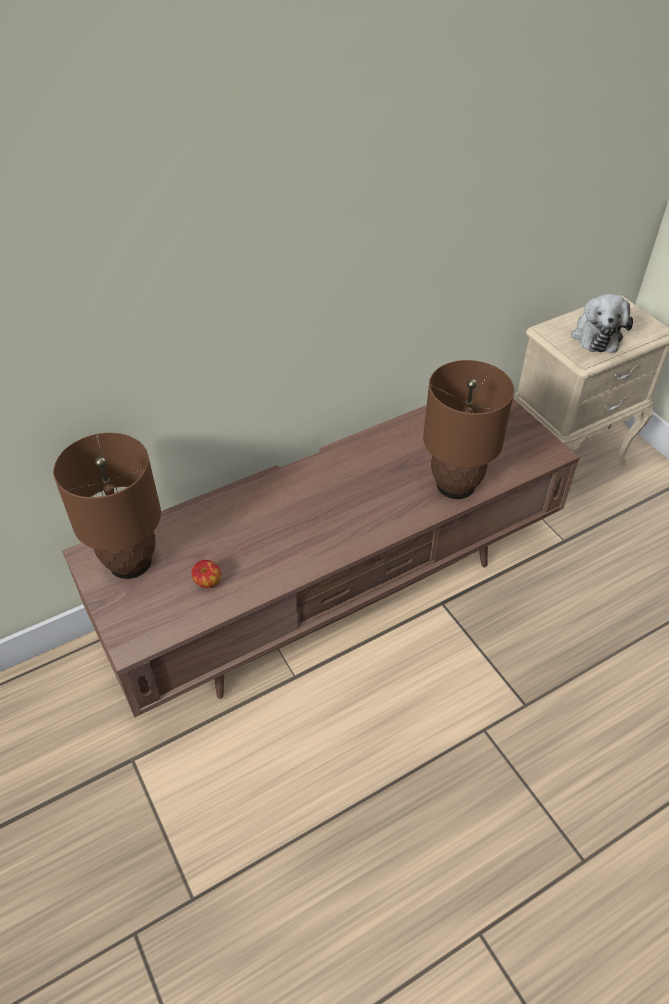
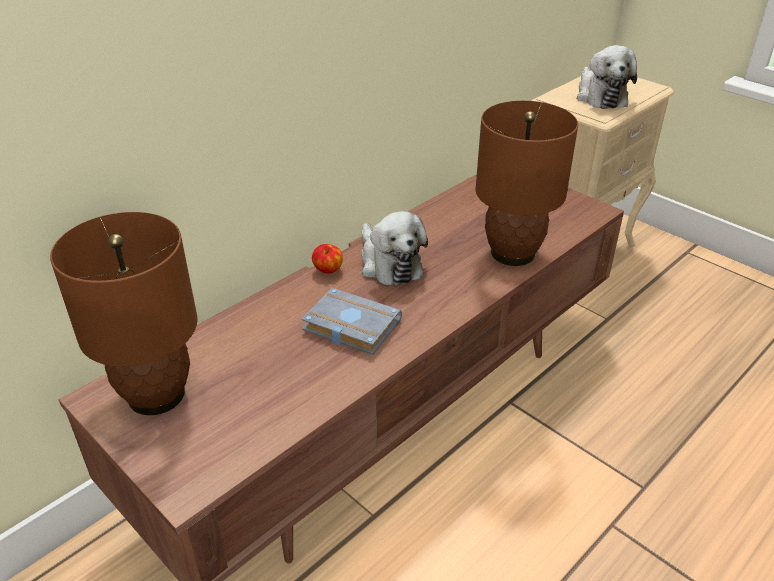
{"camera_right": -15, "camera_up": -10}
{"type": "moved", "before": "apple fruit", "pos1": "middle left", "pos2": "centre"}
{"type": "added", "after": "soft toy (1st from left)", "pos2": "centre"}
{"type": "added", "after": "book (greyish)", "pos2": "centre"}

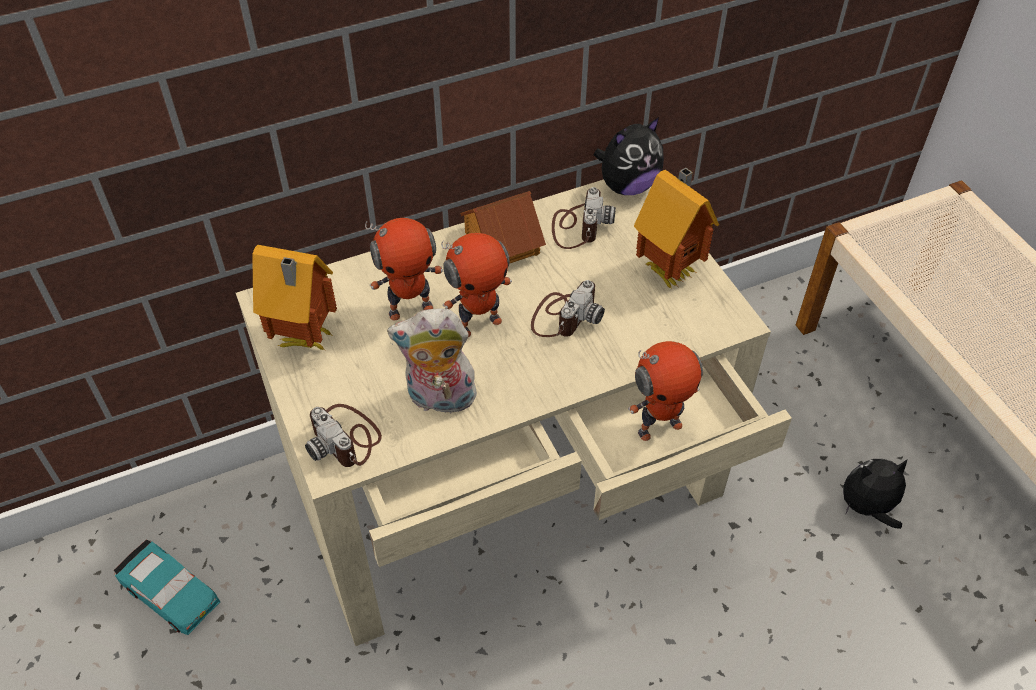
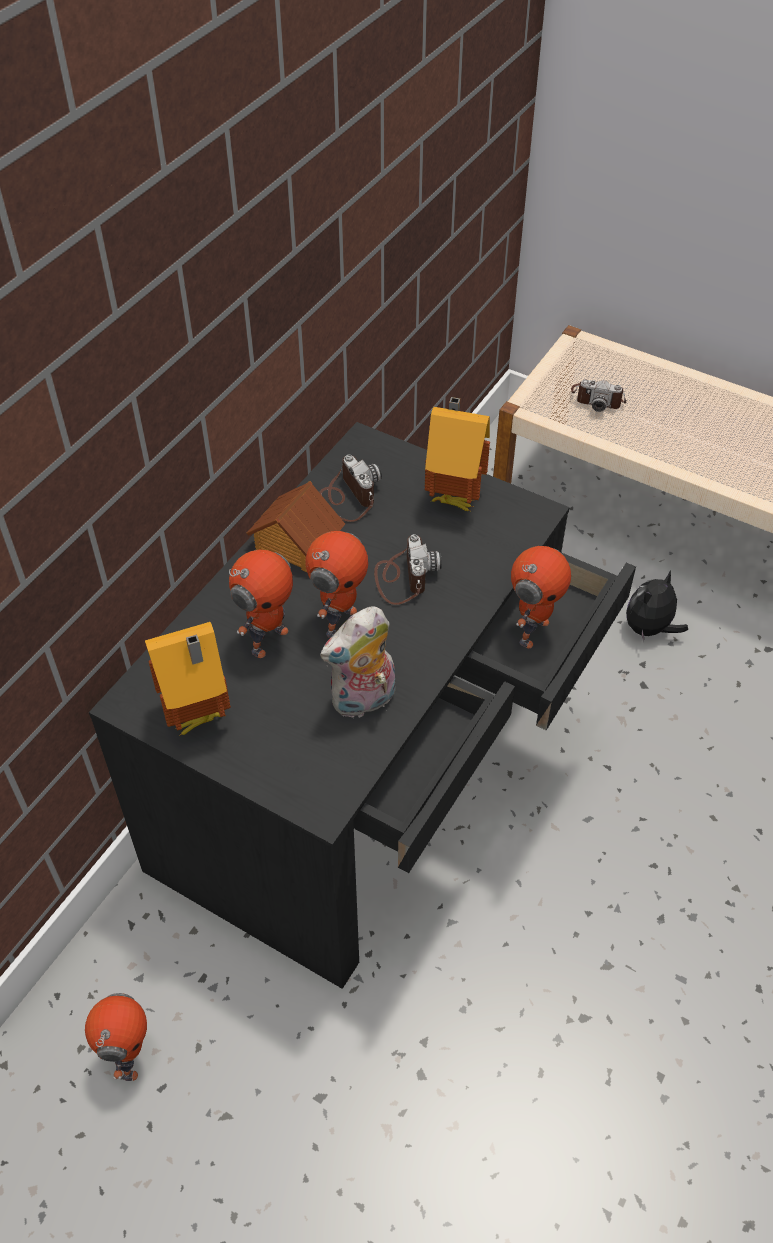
{"camera_right": -35, "camera_up": 0}
{"type": "removed", "before": "soft toy (2nd from left)", "pos1": "top centre"}
{"type": "recoloured", "before": "desk (beige-coloured)", "after": "desk (black)", "pos1": "centre", "pos2": "centre"}
{"type": "moved", "before": "photo camera (1st from left in the first image)", "after": "photo camera (3rd from left)", "pos1": "middle left", "pos2": "top right"}
{"type": "replaced", "before": "miniature car (turquoise)", "after": "robot figure (1st from left)", "pos1": "bottom left", "pos2": "bottom left"}

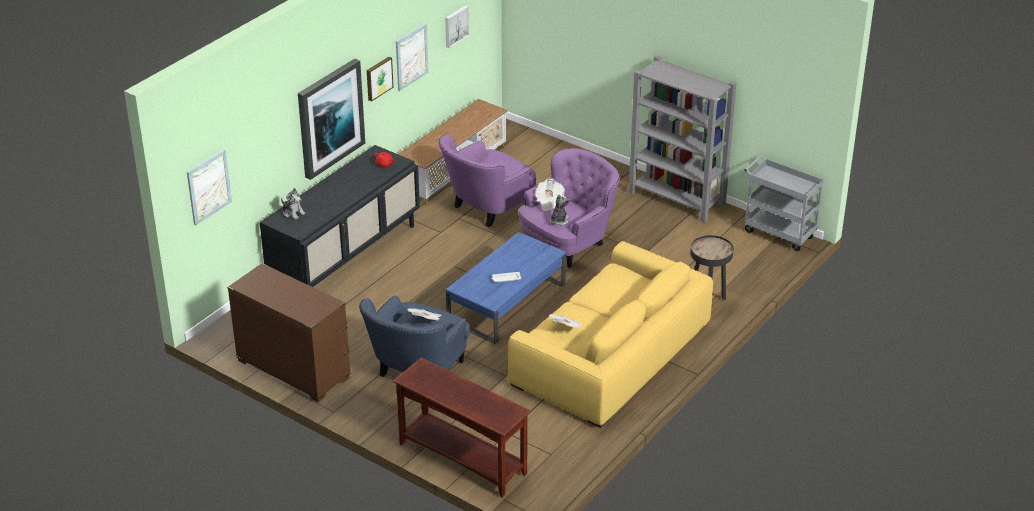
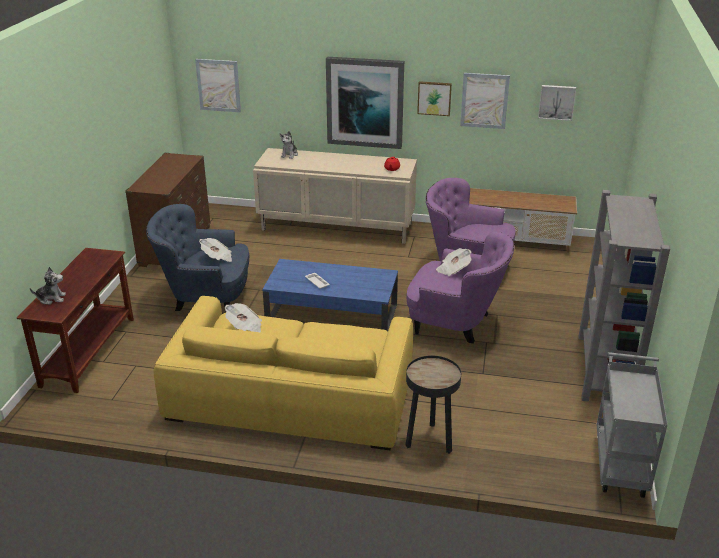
{"camera_right": 65, "camera_up": -5}
{"type": "recoloured", "before": "storage cabinet (black)", "after": "storage cabinet (beige-coloured)", "pos1": "middle left", "pos2": "centre"}
{"type": "moved", "before": "soft toy (2nd from left in the first image)", "after": "soft toy (1st from left)", "pos1": "centre", "pos2": "middle left"}

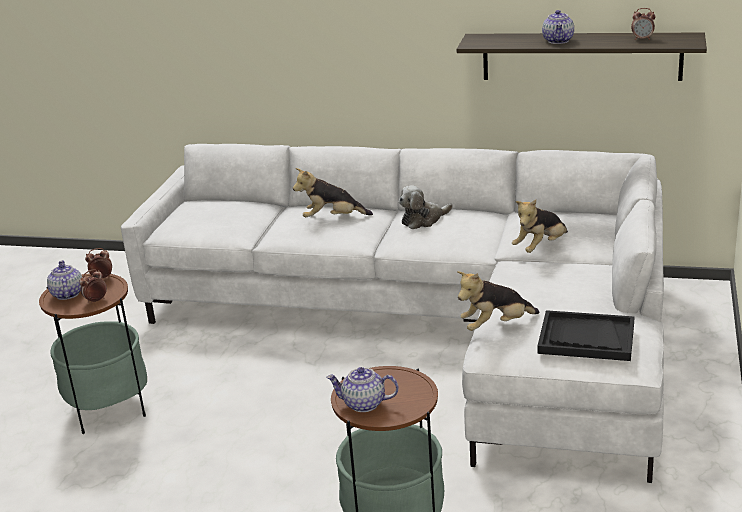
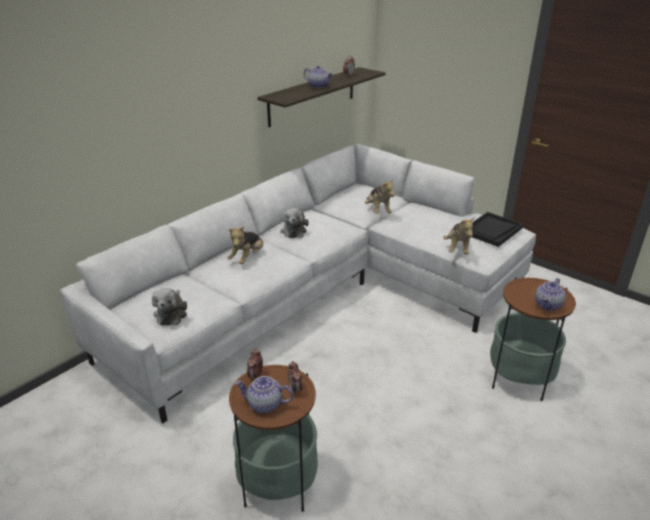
{"camera_right": -65, "camera_up": 5}
{"type": "added", "after": "soft toy (1st from left)", "pos2": "middle left"}

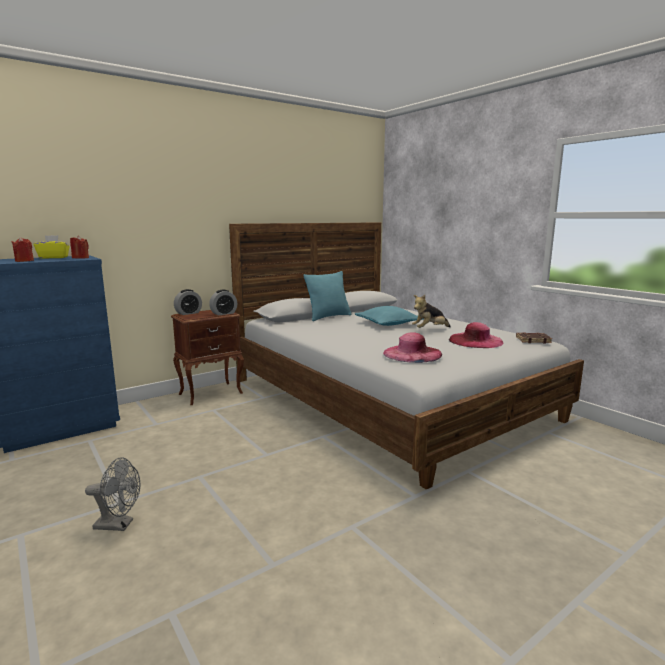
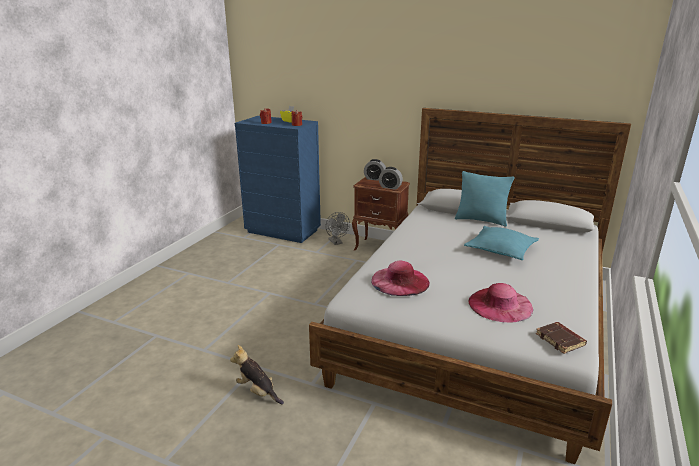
{"camera_right": 60, "camera_up": 10}
{"type": "moved", "before": "soft toy", "pos1": "centre", "pos2": "bottom centre"}
{"type": "moved", "before": "cooling fan (greyish)", "pos1": "bottom left", "pos2": "centre"}

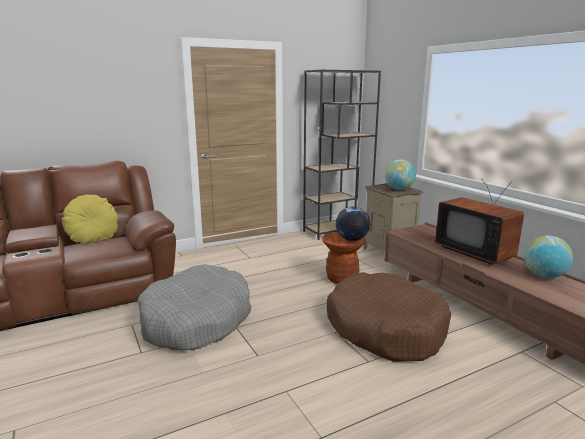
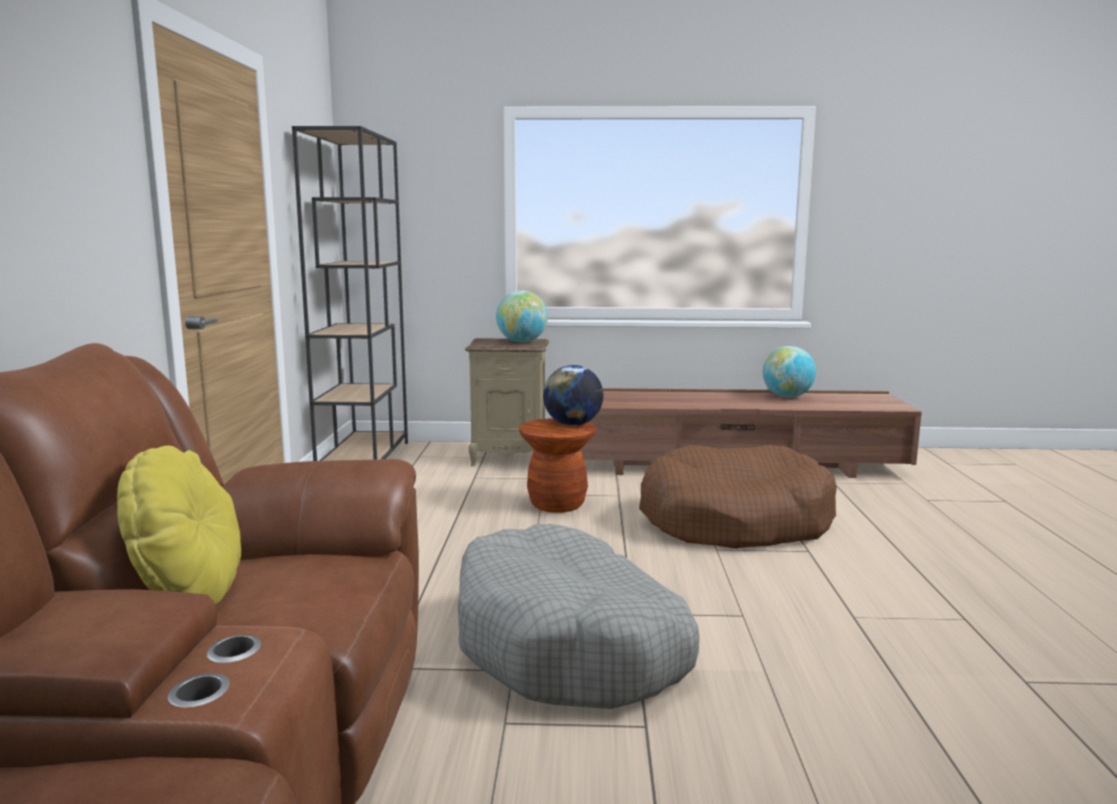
{"camera_right": -60, "camera_up": -5}
{"type": "removed", "before": "television", "pos1": "middle right"}

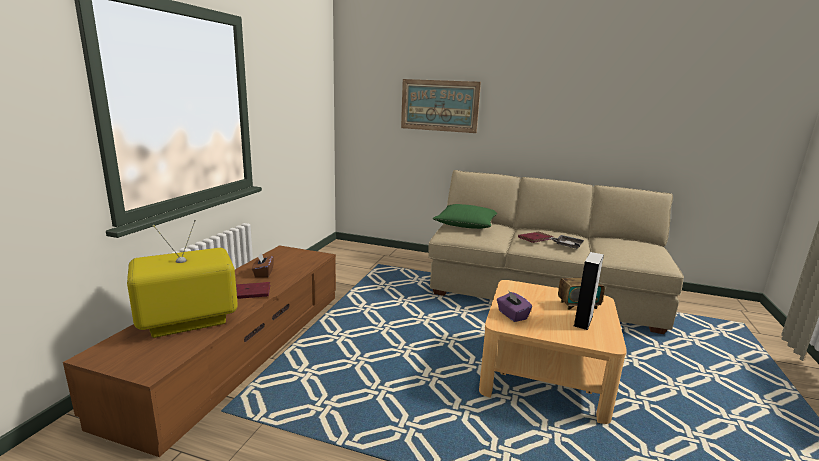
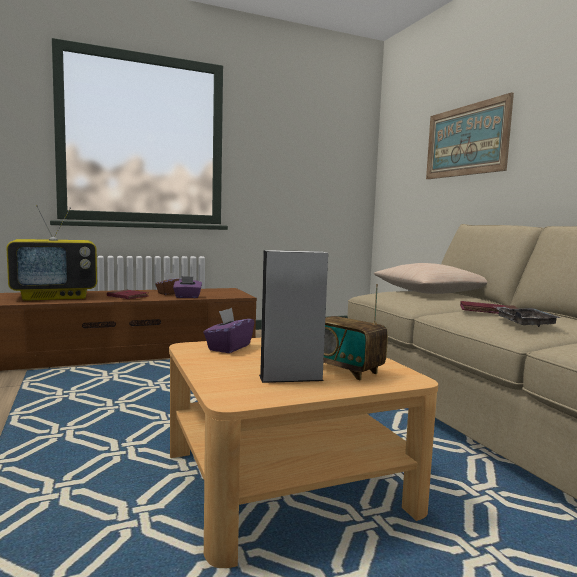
{"camera_right": 50, "camera_up": -10}
{"type": "recoloured", "before": "cushion (green)", "after": "cushion (beige-coloured)", "pos1": "centre", "pos2": "middle right"}
{"type": "turned", "before": "television", "pos1": "middle left", "pos2": "middle left", "turn": 135}
{"type": "added", "after": "box of tissues (purplish) (1st from left)", "pos2": "middle left"}

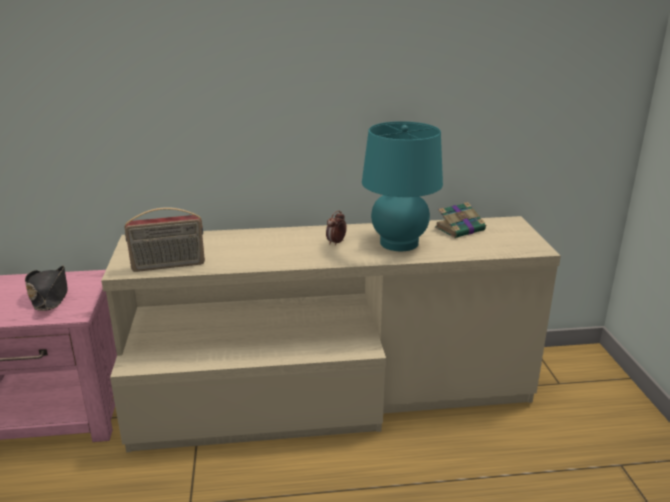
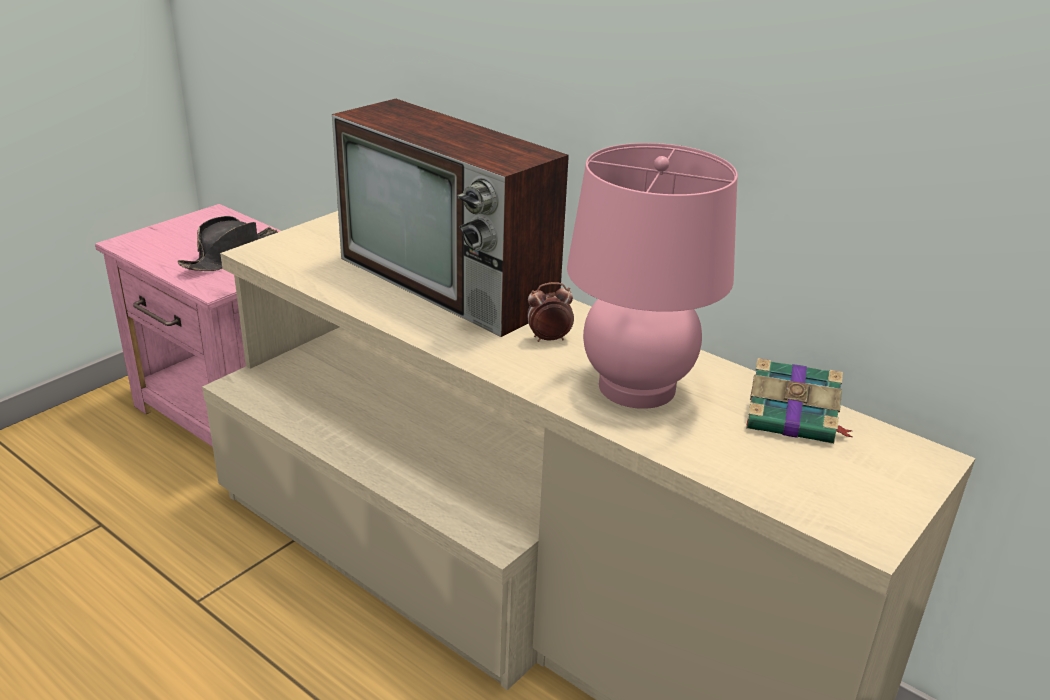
{"camera_right": 45, "camera_up": 5}
{"type": "recoloured", "before": "table lamp (turquoise)", "after": "table lamp (pink-coloured)", "pos1": "centre", "pos2": "centre"}
{"type": "removed", "before": "radio receiver", "pos1": "middle left"}
{"type": "added", "after": "television", "pos2": "top centre"}

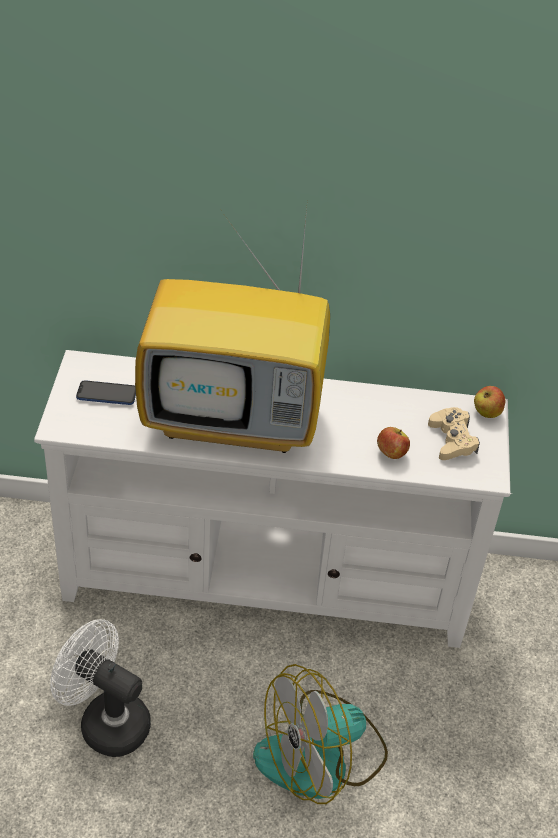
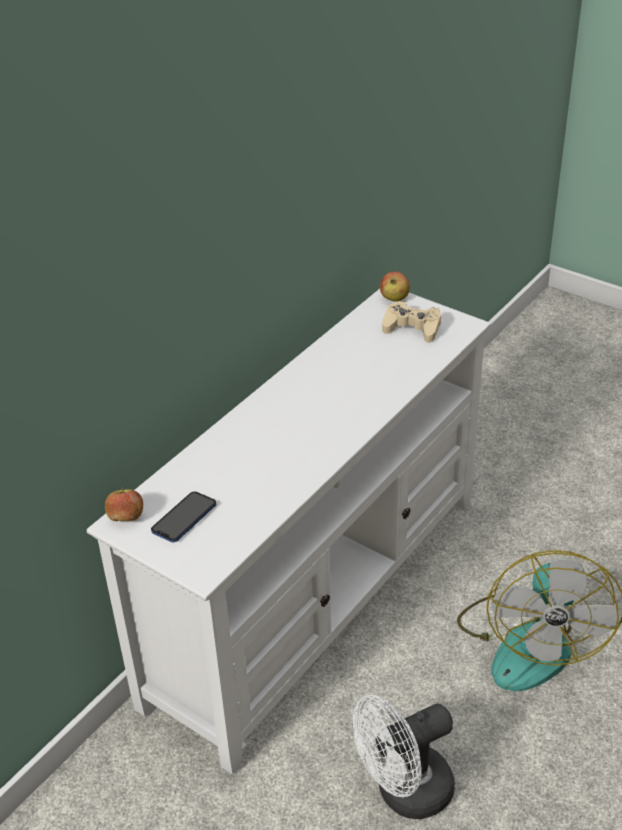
{"camera_right": -55, "camera_up": -5}
{"type": "removed", "before": "television", "pos1": "centre"}
{"type": "moved", "before": "apple fruit (1st from left)", "pos1": "middle right", "pos2": "middle left"}

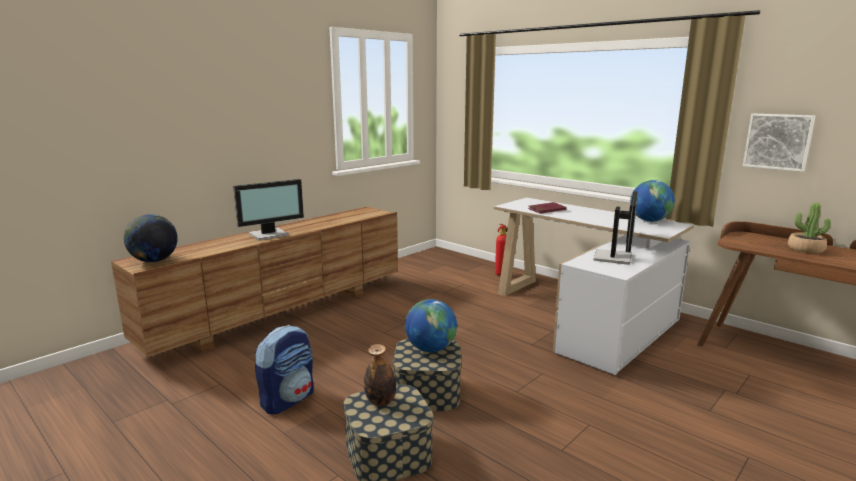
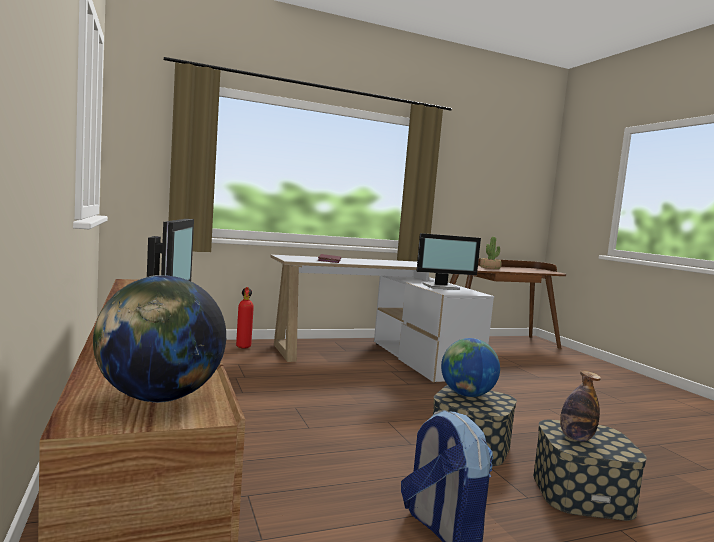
{"camera_right": -65, "camera_up": -10}
{"type": "removed", "before": "picture", "pos1": "top right"}
{"type": "removed", "before": "globe (3rd from left)", "pos1": "middle right"}
{"type": "turned", "before": "computer display (2nd from left)", "pos1": "middle right", "pos2": "centre", "turn": 120}

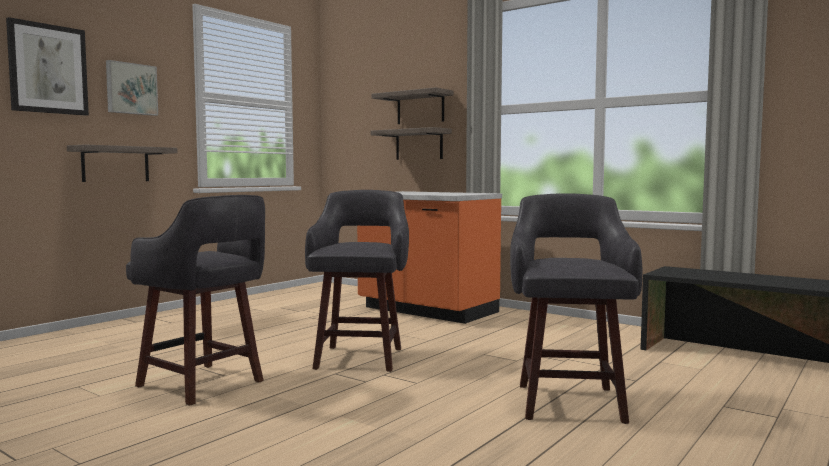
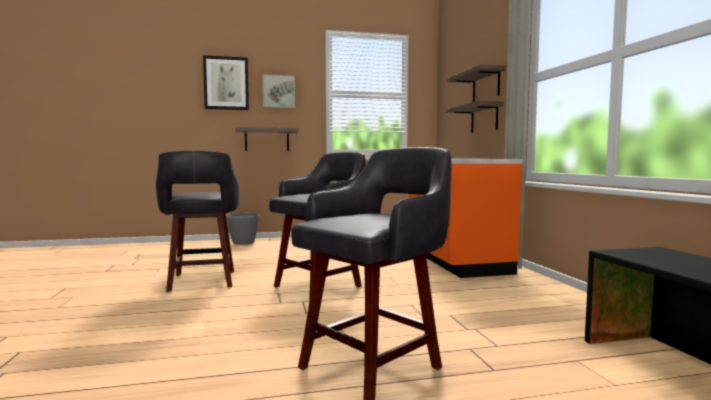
{"camera_right": 40, "camera_up": 0}
{"type": "added", "after": "water bucket (greyish)", "pos2": "centre"}

